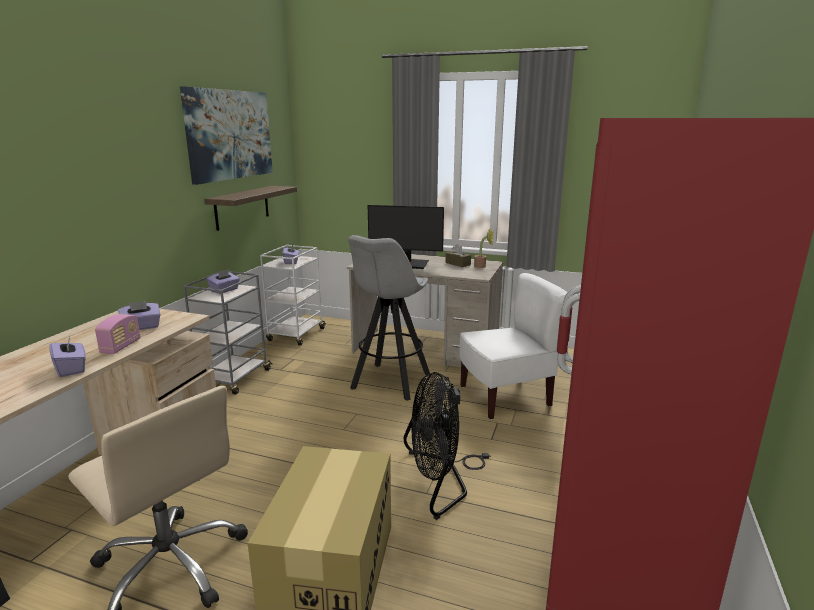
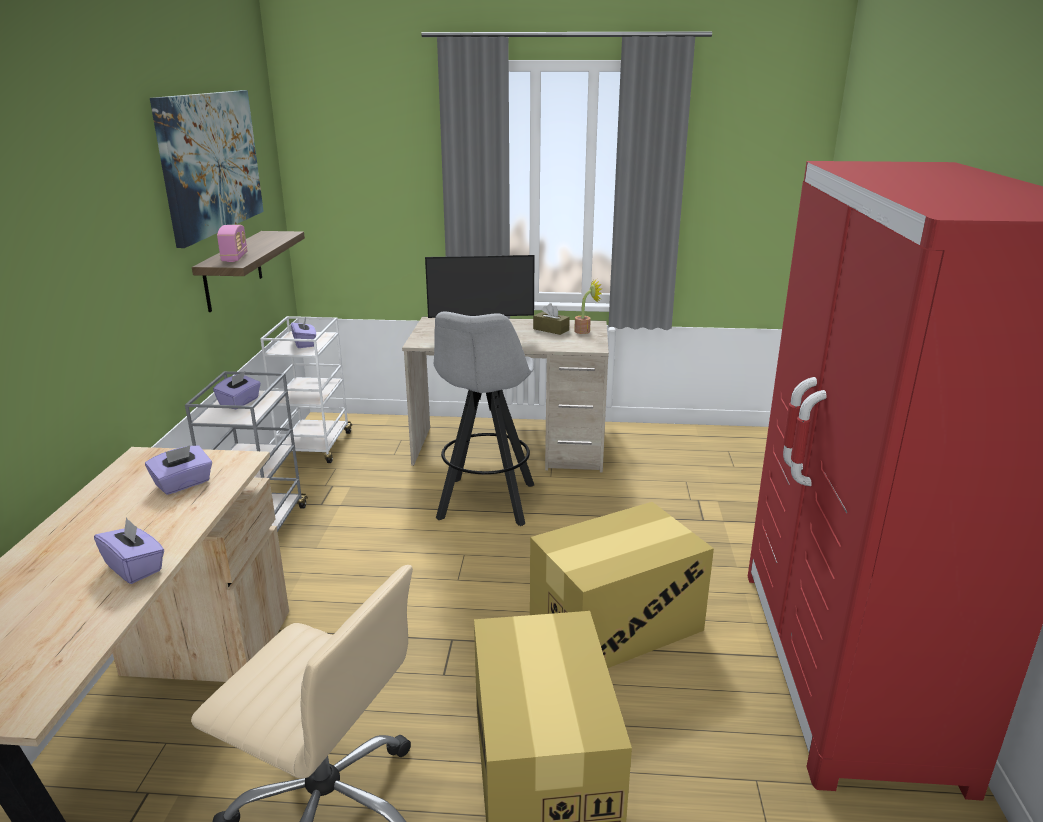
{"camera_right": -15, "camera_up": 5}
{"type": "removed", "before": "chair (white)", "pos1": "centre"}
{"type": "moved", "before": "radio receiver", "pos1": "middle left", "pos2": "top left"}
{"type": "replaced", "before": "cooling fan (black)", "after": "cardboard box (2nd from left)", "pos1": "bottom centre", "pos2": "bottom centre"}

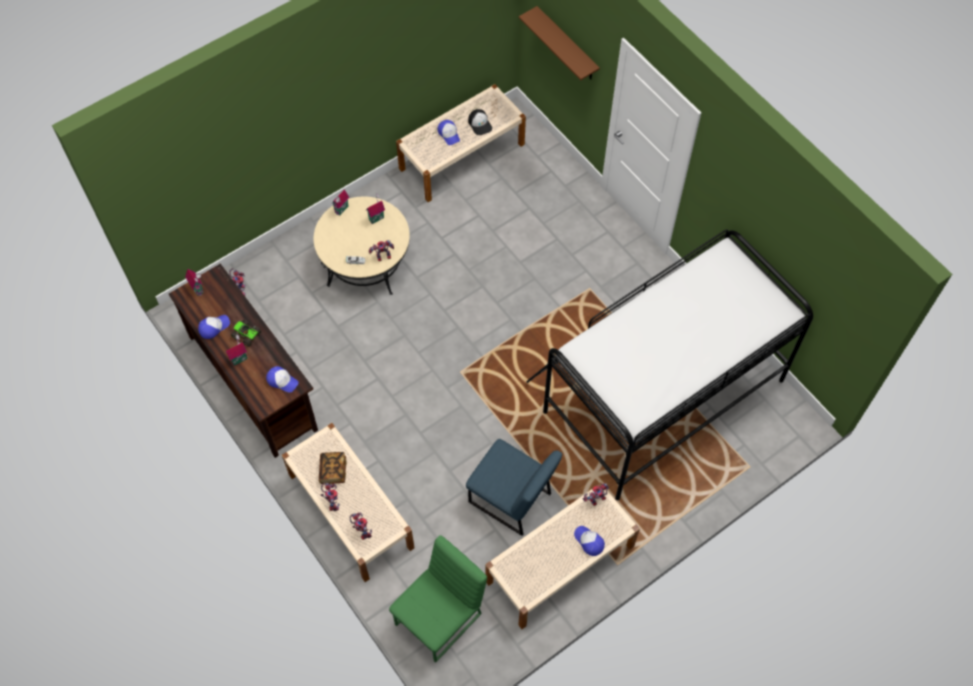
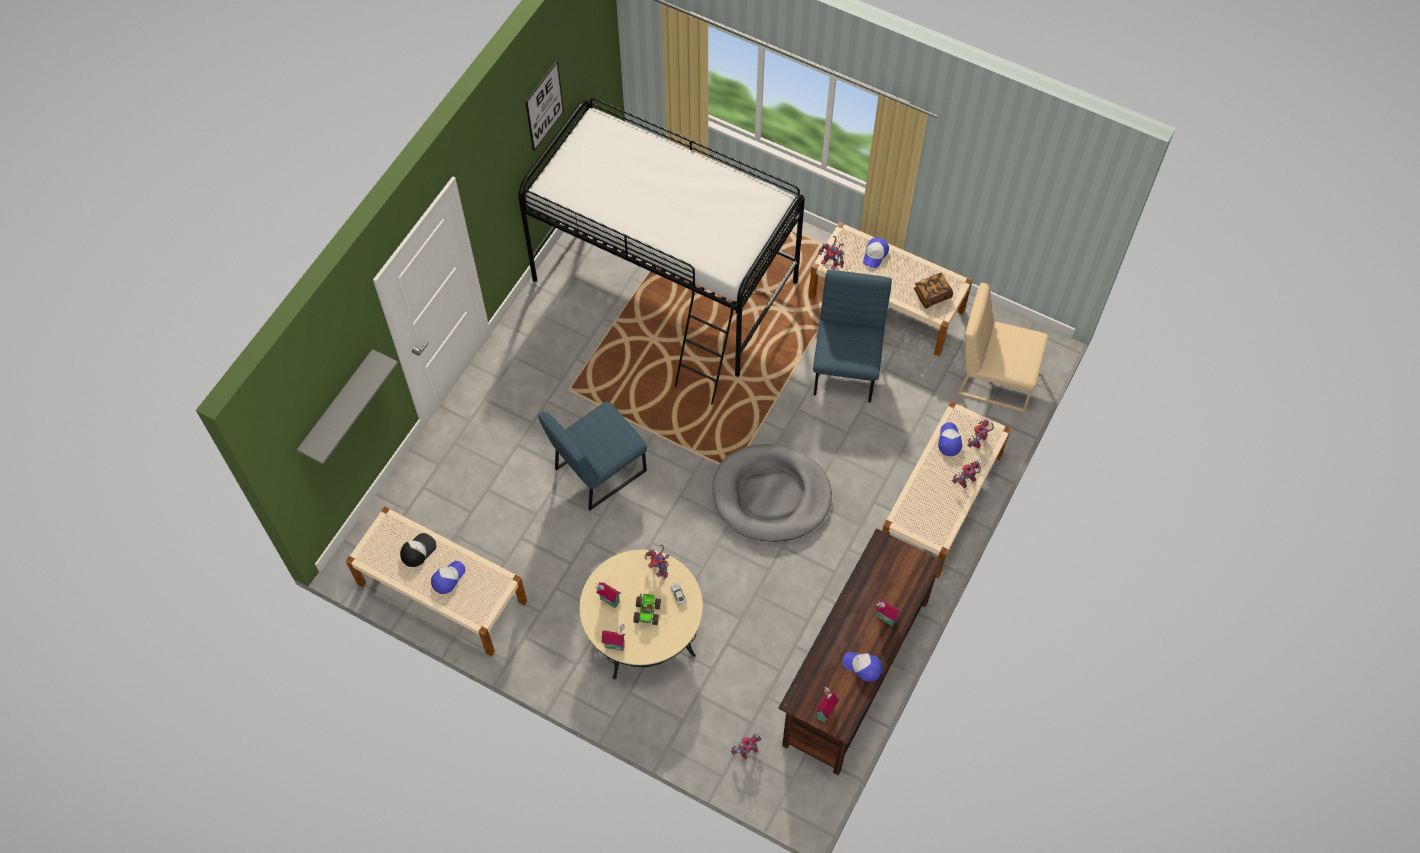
{"camera_right": -115, "camera_up": 0}
{"type": "recoloured", "before": "bracket shelf (brown)", "after": "bracket shelf (greyish)", "pos1": "top centre", "pos2": "middle left"}
{"type": "moved", "before": "toy truck", "pos1": "middle left", "pos2": "bottom centre"}
{"type": "moved", "before": "baseball cap (2nd from left in the first image)", "after": "baseball cap (5th from left)", "pos1": "middle left", "pos2": "middle right"}
{"type": "moved", "before": "book", "pos1": "bottom centre", "pos2": "centre"}
{"type": "recoloured", "before": "chair (green)", "after": "chair (beige-coloured)", "pos1": "bottom centre", "pos2": "middle right"}
{"type": "added", "after": "picture", "pos2": "top centre"}
{"type": "added", "after": "chair (bluish) (1st from left)", "pos2": "centre"}
{"type": "added", "after": "dog bed (greyish)", "pos2": "centre"}

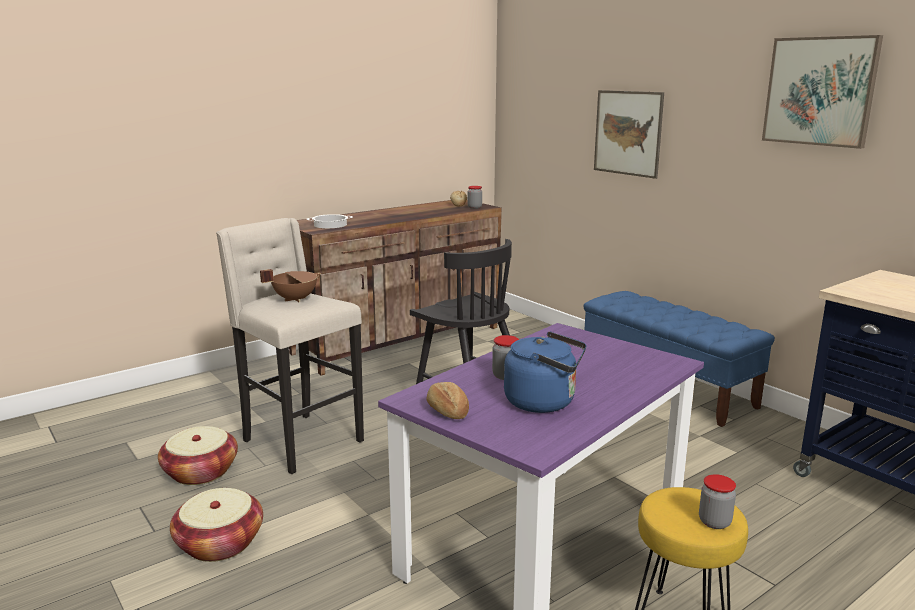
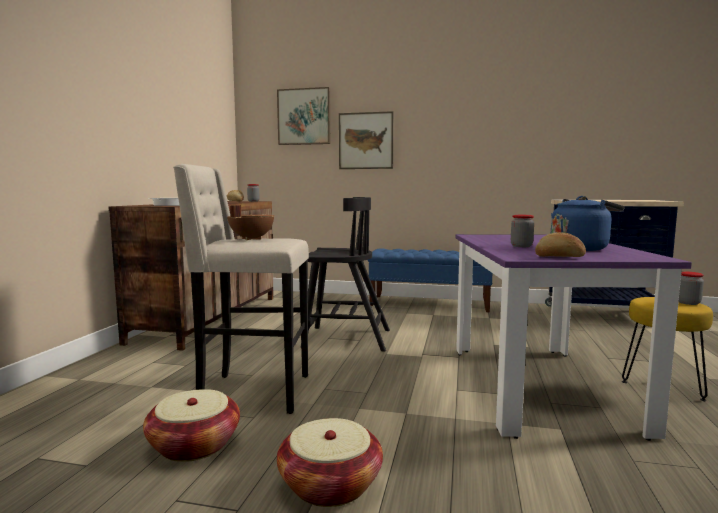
{"camera_right": -40, "camera_up": -10}
{"type": "moved", "before": "picture (2nd from left in the first image)", "after": "picture (1st from left)", "pos1": "top right", "pos2": "top centre"}

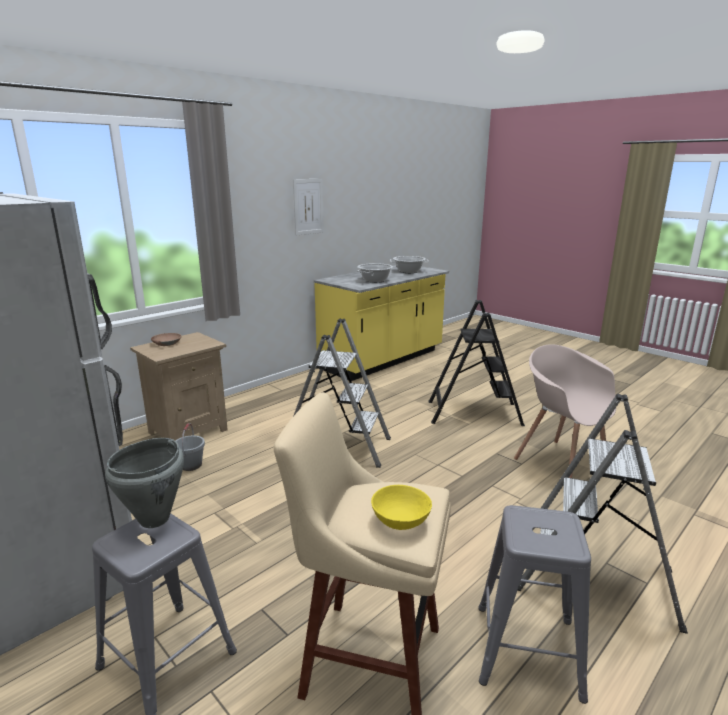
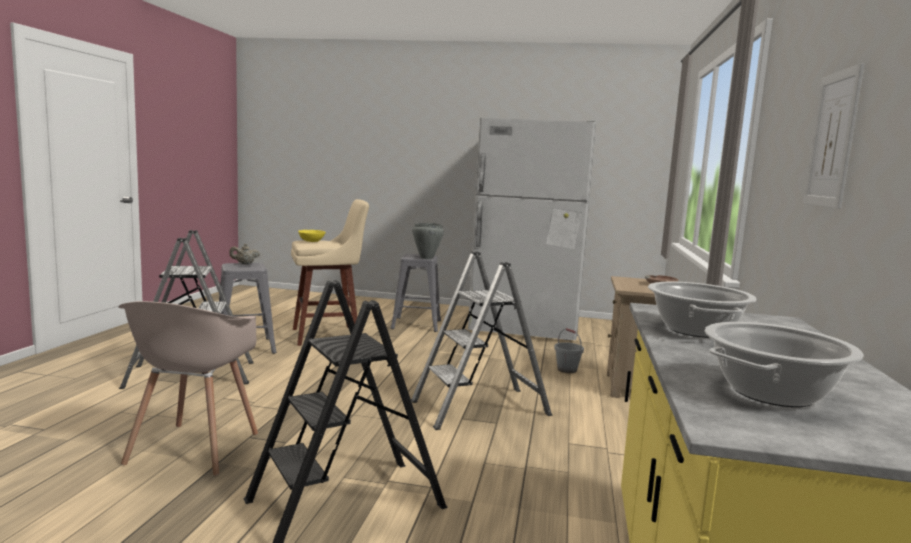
{"camera_right": 145, "camera_up": -10}
{"type": "turned", "before": "chair (beige-coloured)", "pos1": "middle right", "pos2": "bottom left", "turn": 75}
{"type": "added", "after": "tea pot (beige-coloured)", "pos2": "middle left"}

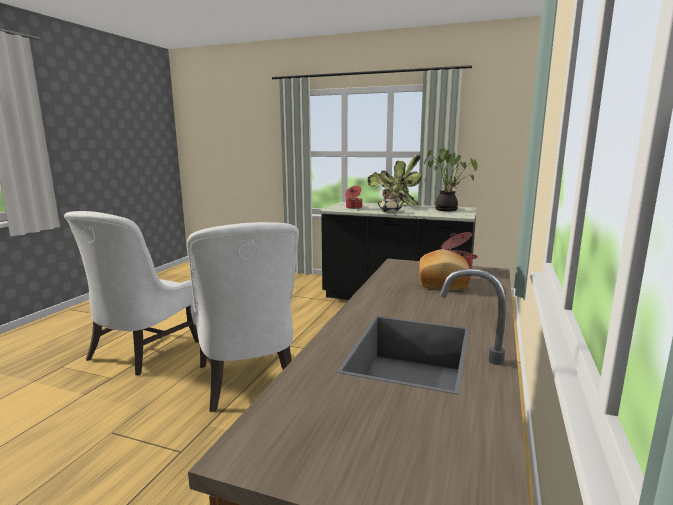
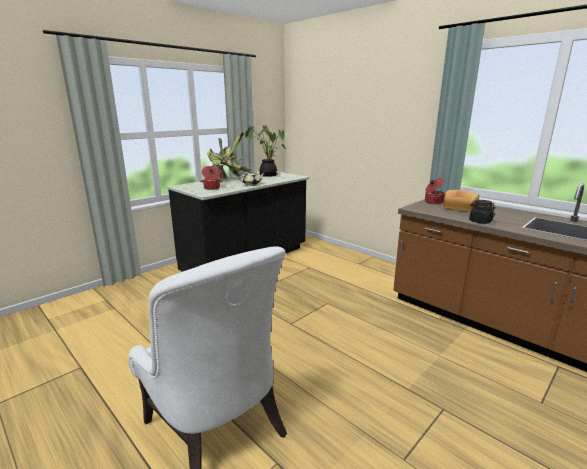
{"camera_right": -65, "camera_up": 5}
{"type": "removed", "before": "chair (white) (2nd from left)", "pos1": "centre"}
{"type": "added", "after": "jar (black)", "pos2": "middle right"}

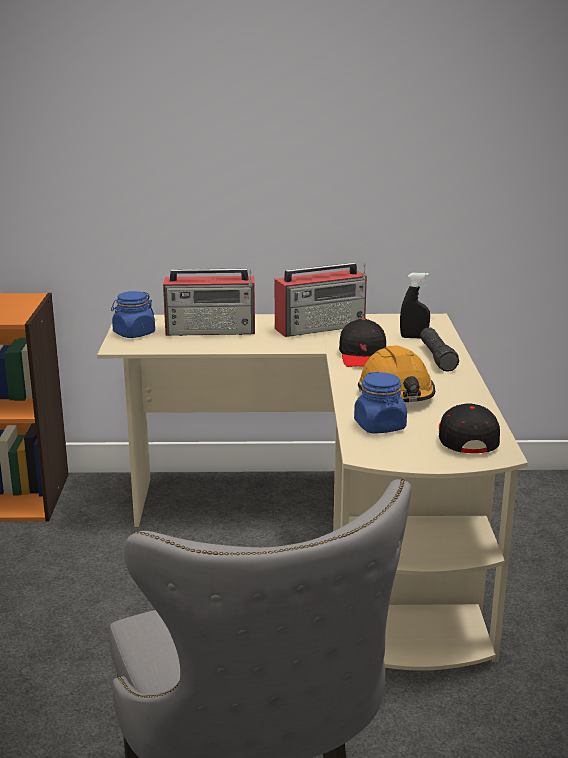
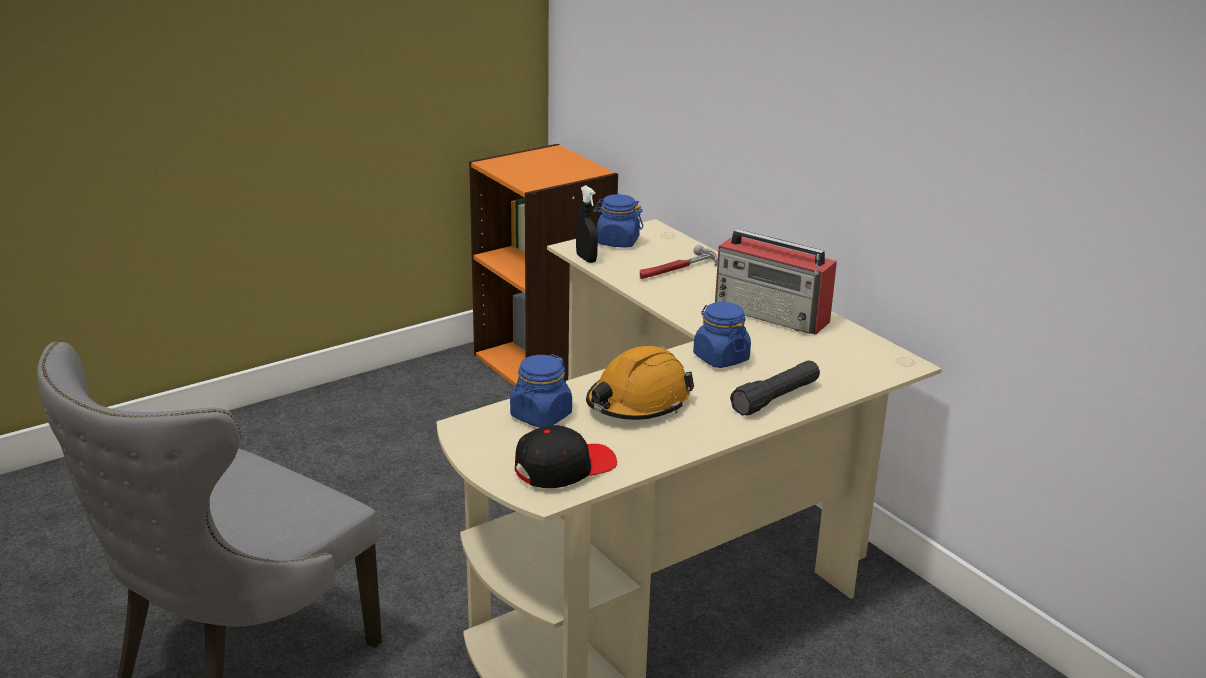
{"camera_right": 55, "camera_up": 5}
{"type": "replaced", "before": "radio receiver (1st from left)", "after": "hand hammer", "pos1": "centre", "pos2": "centre"}
{"type": "moved", "before": "spray bottle (black)", "pos1": "middle right", "pos2": "top centre"}
{"type": "replaced", "before": "baseball cap (black) (1st from left)", "after": "jar (bluish) (3rd from left)", "pos1": "centre", "pos2": "centre"}

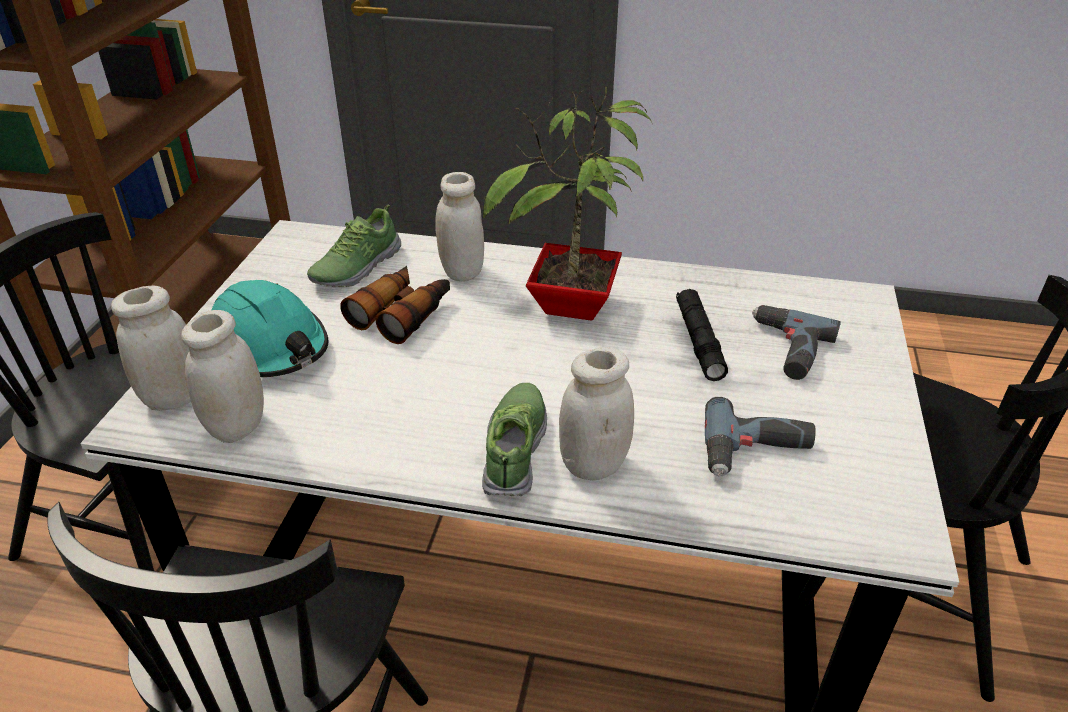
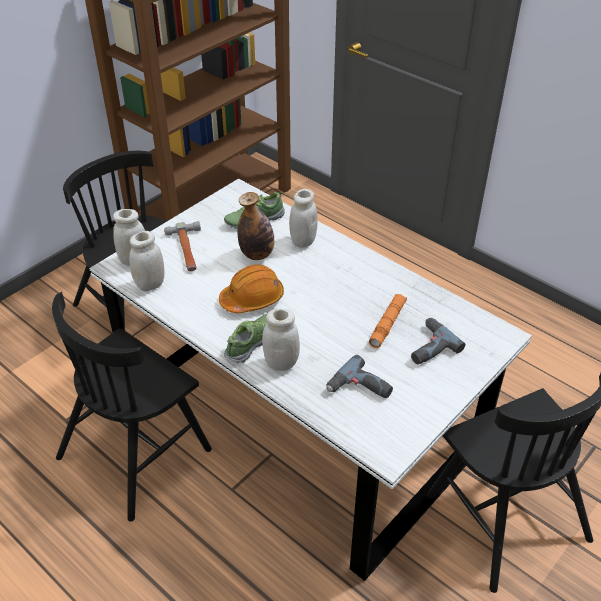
{"camera_right": 30, "camera_up": 5}
{"type": "removed", "before": "potted plant", "pos1": "top centre"}
{"type": "replaced", "before": "binoculars", "after": "bottle", "pos1": "centre", "pos2": "centre"}
{"type": "replaced", "before": "hard hat (turquoise)", "after": "hand hammer", "pos1": "middle left", "pos2": "middle left"}
{"type": "recoloured", "before": "torch (black)", "after": "torch (orange-coloured)", "pos1": "centre", "pos2": "centre"}
{"type": "added", "after": "hard hat (orange-coloured)", "pos2": "centre"}

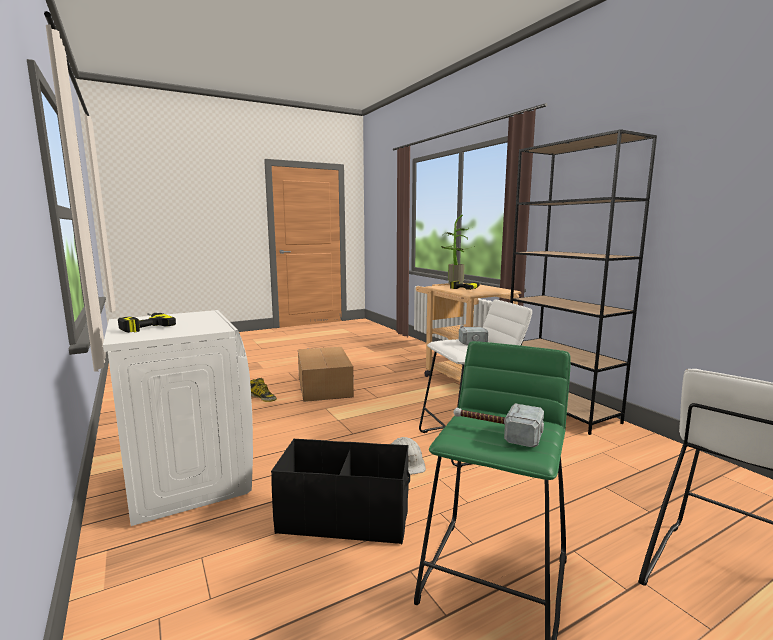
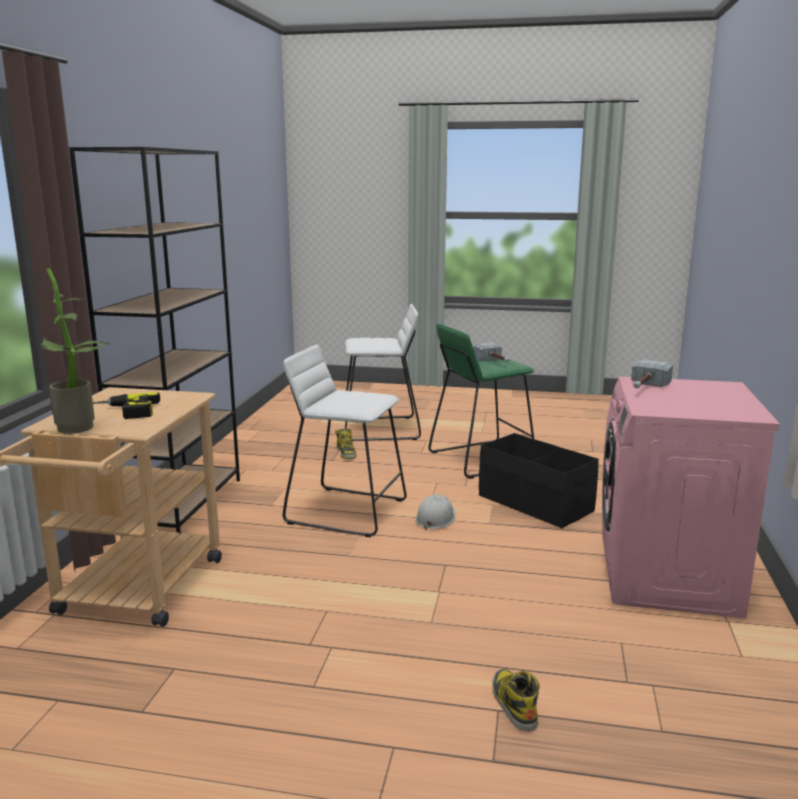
{"camera_right": -140, "camera_up": 5}
{"type": "recoloured", "before": "laundry machine (white)", "after": "laundry machine (pink-coloured)", "pos1": "middle left", "pos2": "middle right"}
{"type": "removed", "before": "power drill (1st from left)", "pos1": "middle left"}
{"type": "moved", "before": "hand hammer (1st from left in the first image)", "after": "hand hammer (2nd from left)", "pos1": "centre", "pos2": "middle right"}
{"type": "removed", "before": "cardboard box", "pos1": "centre"}
{"type": "added", "after": "boot (1st from left)", "pos2": "centre"}

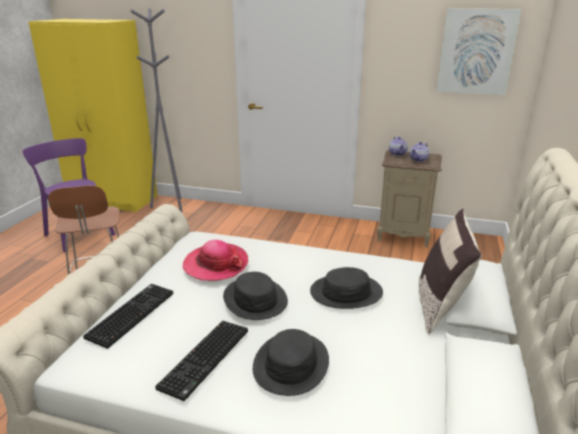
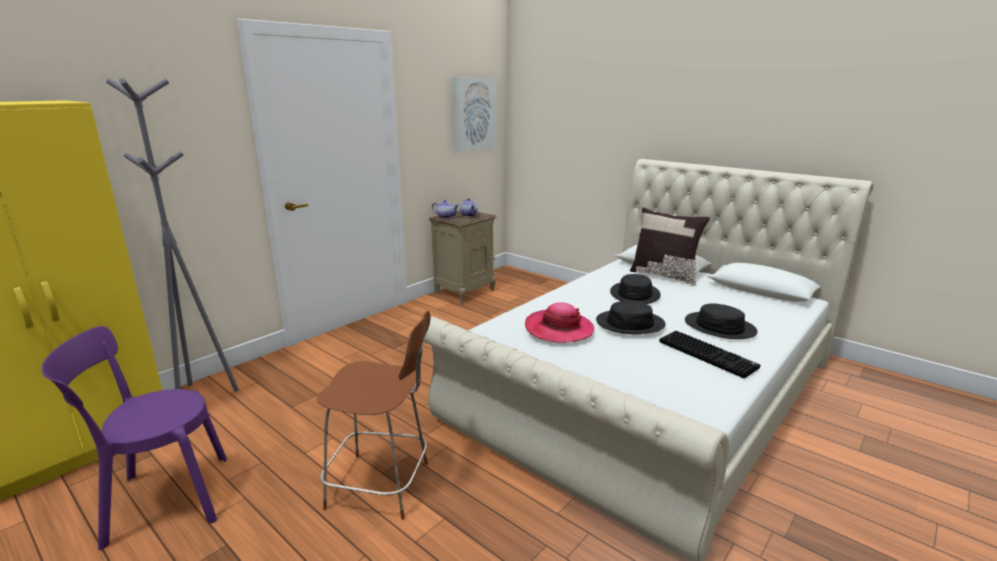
{"camera_right": -65, "camera_up": -5}
{"type": "removed", "before": "computer keyboard (1st from left)", "pos1": "bottom left"}

